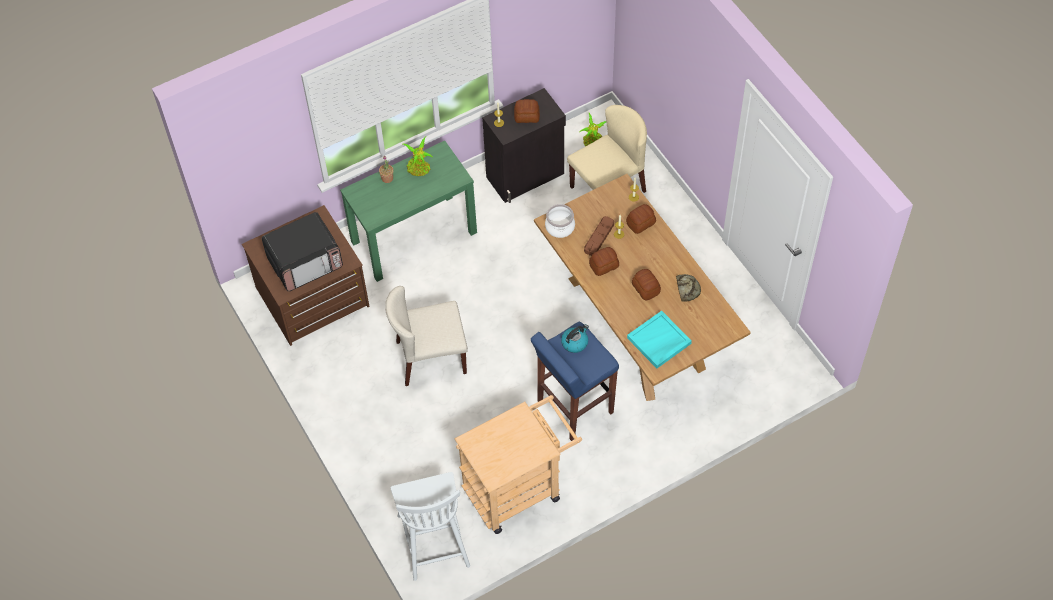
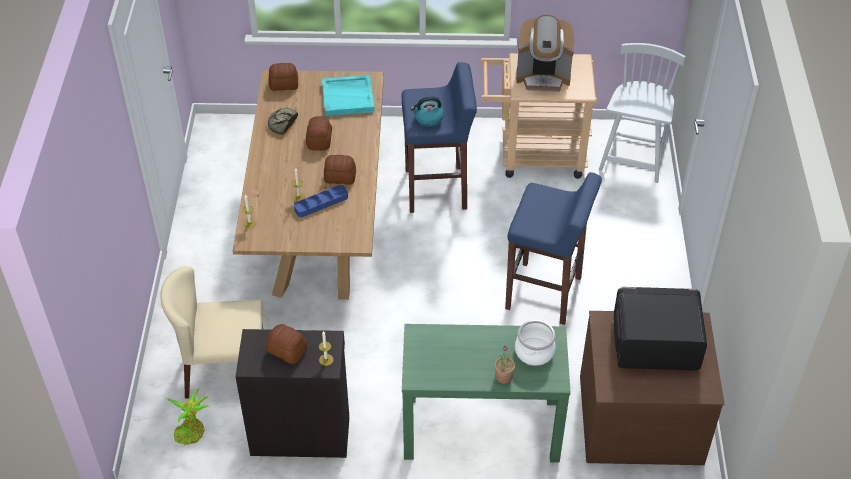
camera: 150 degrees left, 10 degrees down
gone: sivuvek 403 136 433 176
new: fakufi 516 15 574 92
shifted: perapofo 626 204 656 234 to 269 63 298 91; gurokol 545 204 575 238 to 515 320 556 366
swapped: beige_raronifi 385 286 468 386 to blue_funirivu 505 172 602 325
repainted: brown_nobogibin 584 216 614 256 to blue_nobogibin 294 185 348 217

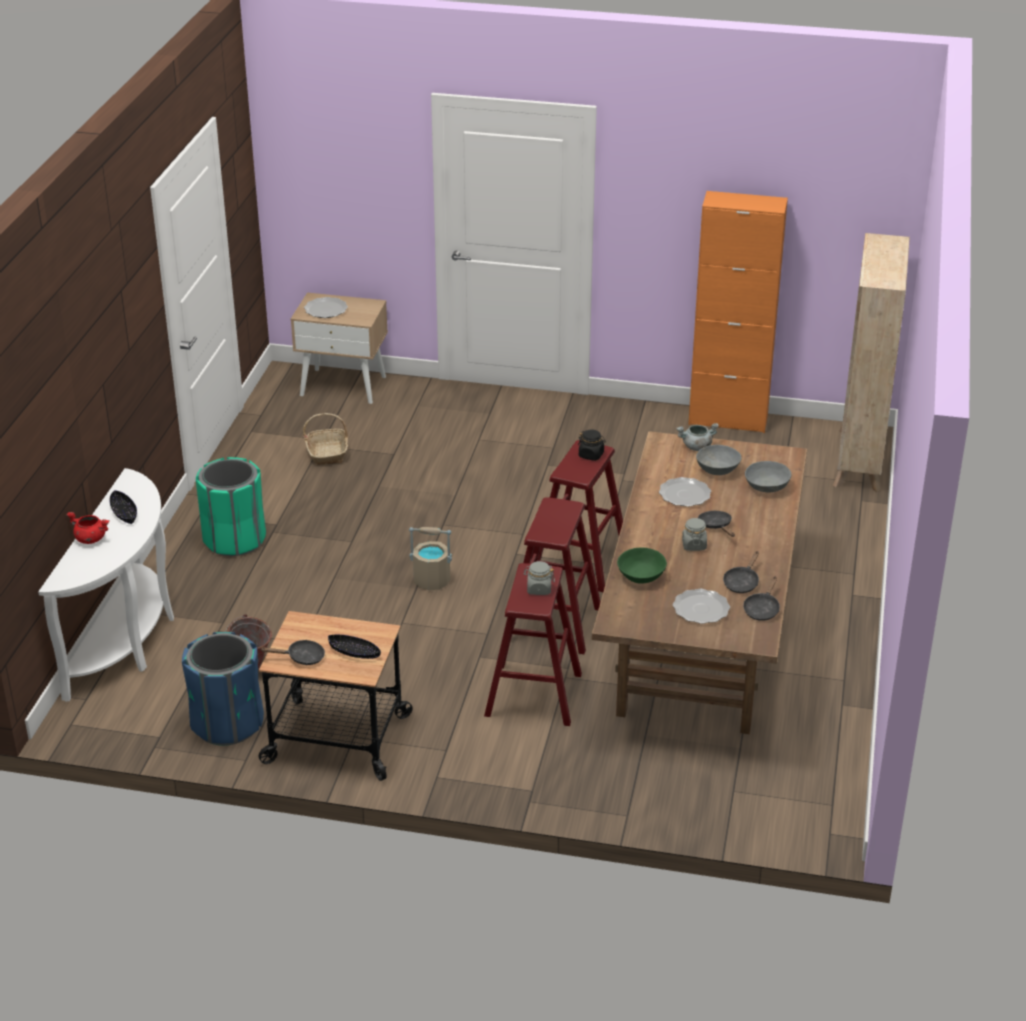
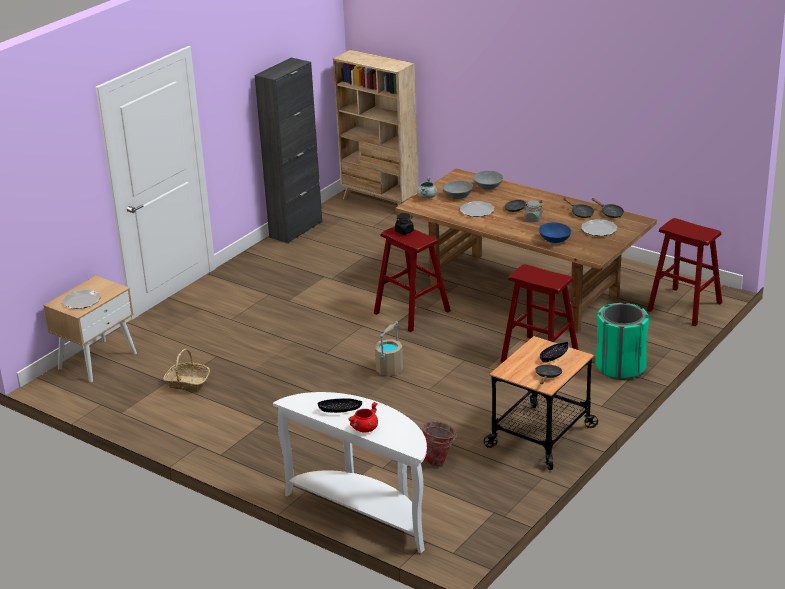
camera: 65 degrees left, 5 degrees down
gone: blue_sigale 182 632 264 746; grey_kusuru 524 561 555 595
shifted: green_sigale 196 457 266 556 to 595 303 649 380; red_funirivu 511 497 601 654 to 647 218 722 326
repainted: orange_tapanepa 688 191 788 433 to black_tapanepa 255 58 322 243; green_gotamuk 617 548 667 584 to blue_gotamuk 539 222 571 243

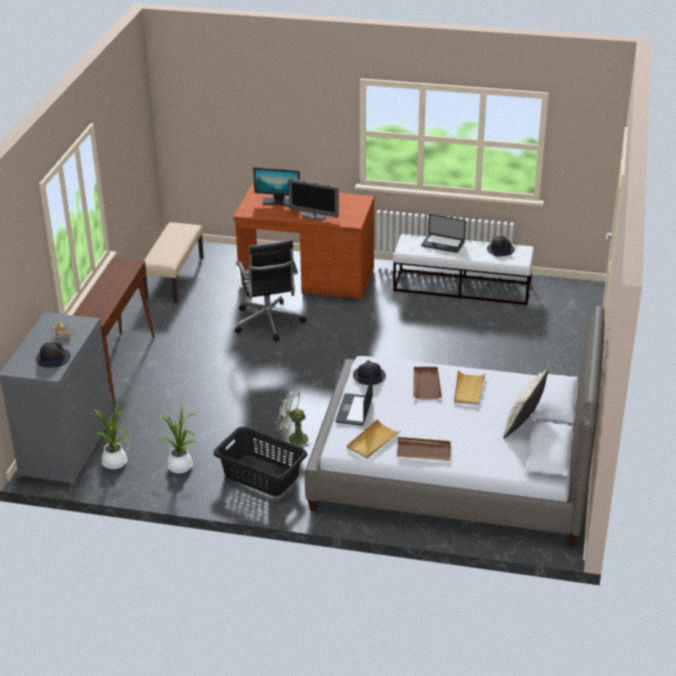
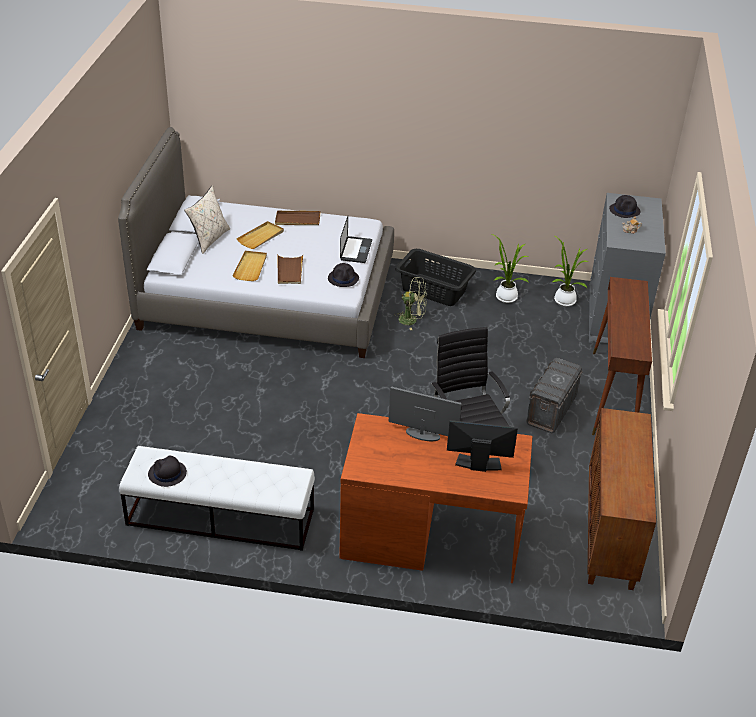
camera: 175 degrees right, 5 degrees up
gone: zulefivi 421 214 466 253
new: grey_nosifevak 526 358 583 433
shifted: beige_nobogibin 347 419 400 459 to 236 221 284 249
swapped: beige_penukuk 143 222 204 303 to brown_tapanepa 588 408 656 590

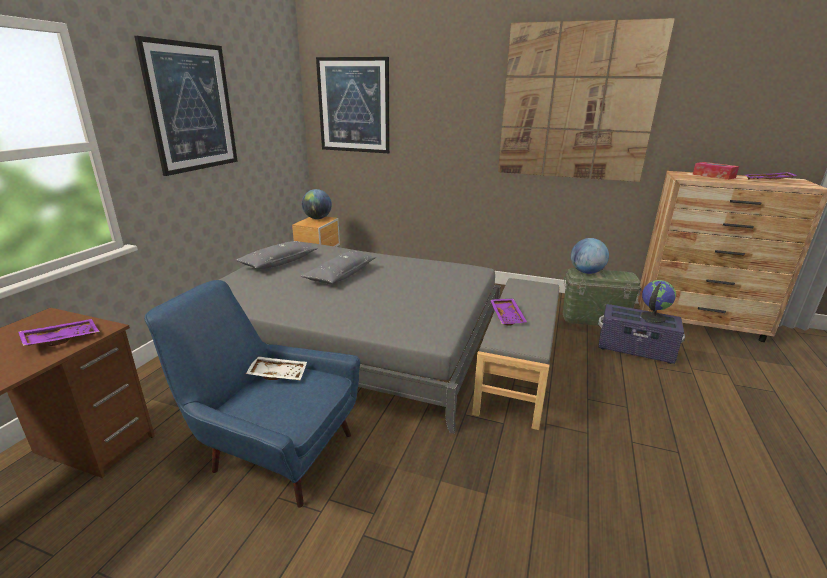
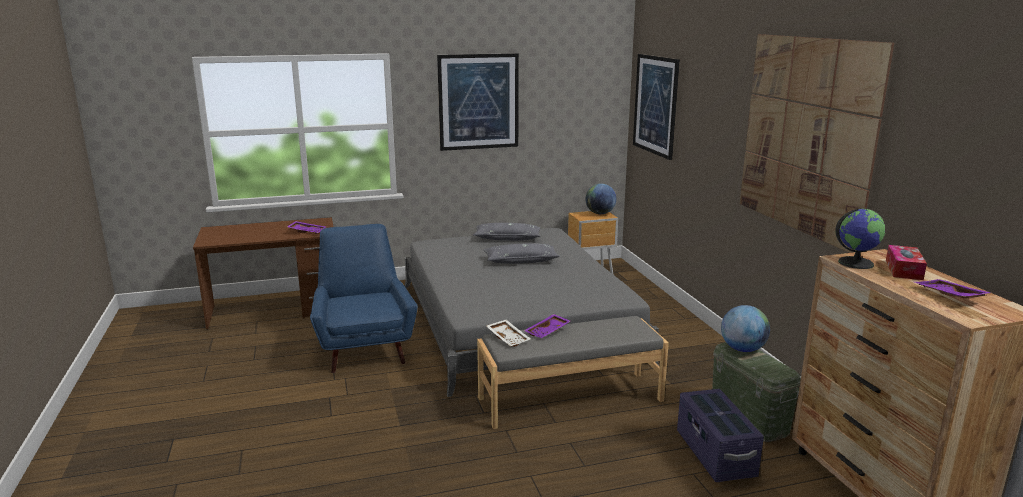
camera: 55 degrees right, 5 degrees down
shifted: white_nobogibin 246 357 307 380 to 487 319 530 347; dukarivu 640 280 676 323 to 835 209 886 269

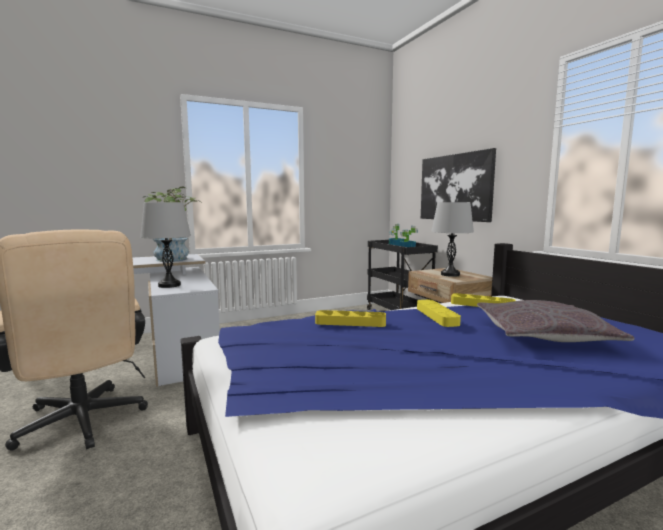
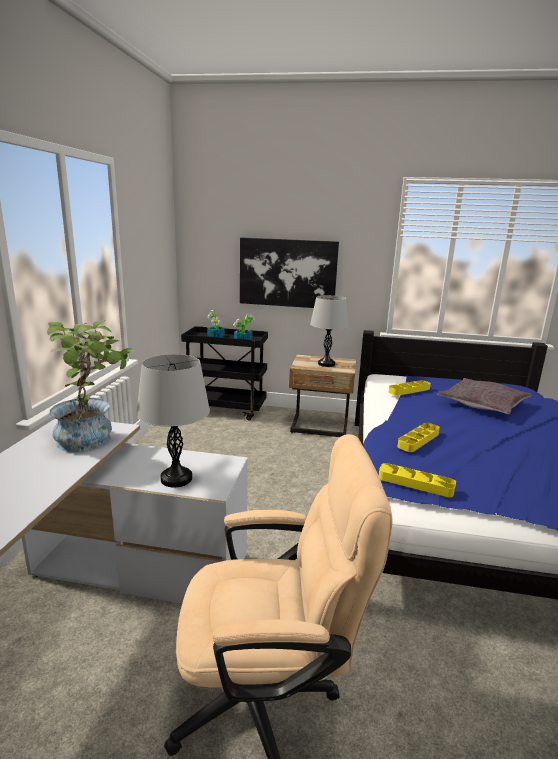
camera: 55 degrees left, 10 degrees up
shifted: yellow_nobogibin 417 300 461 327 to 379 463 456 497

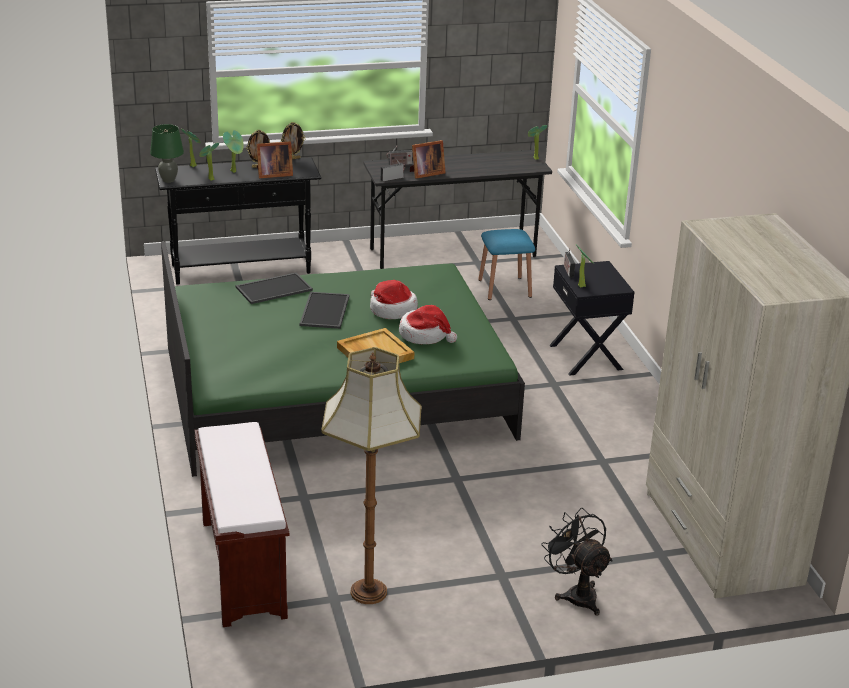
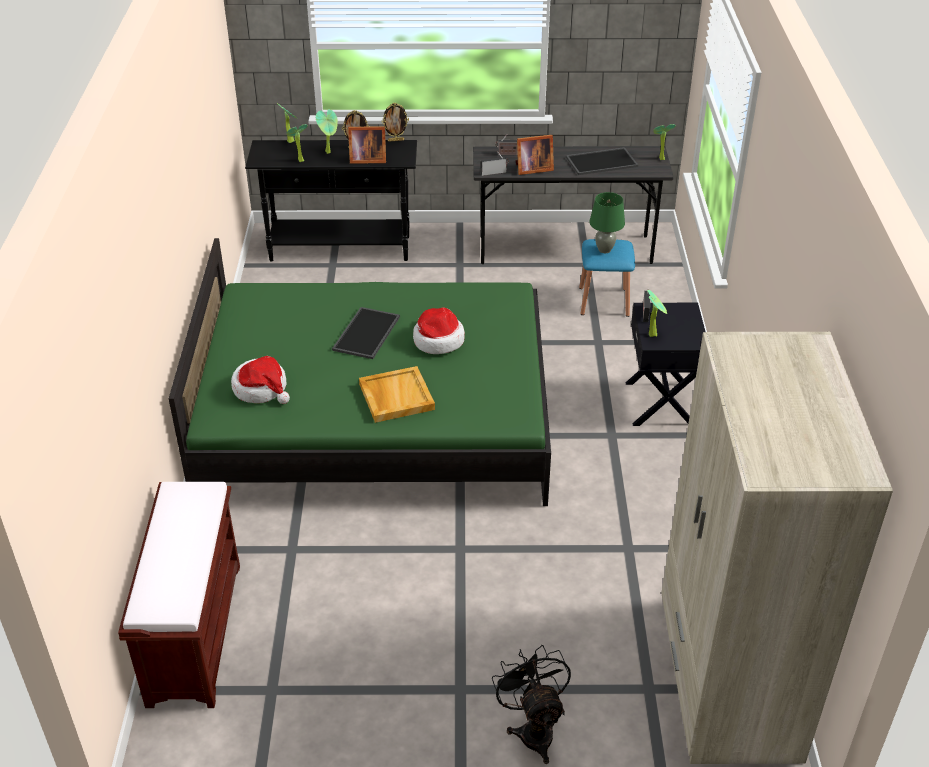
camera: 15 degrees right, 10 degrees up
gone: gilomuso 321 347 422 604
shifted: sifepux 399 305 457 344 to 231 356 290 404; nobogibin 235 273 313 304 to 566 147 638 175; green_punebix 150 124 184 183 to 589 192 625 253

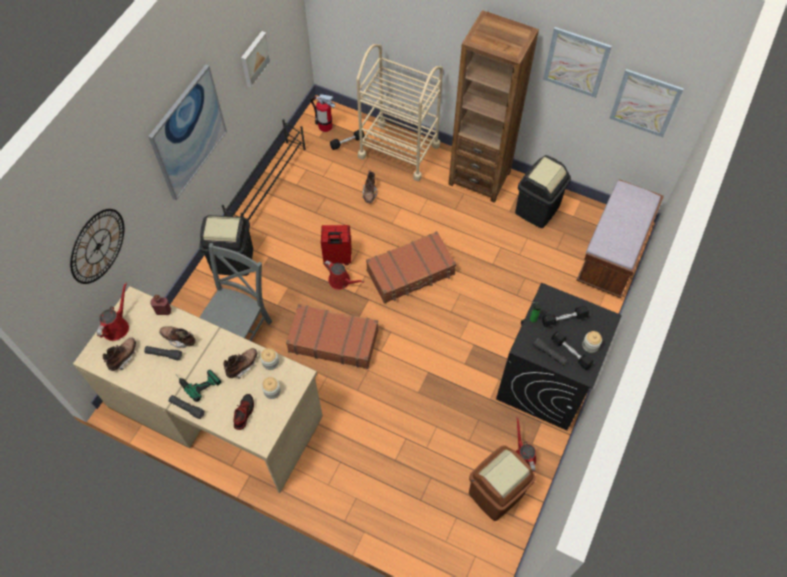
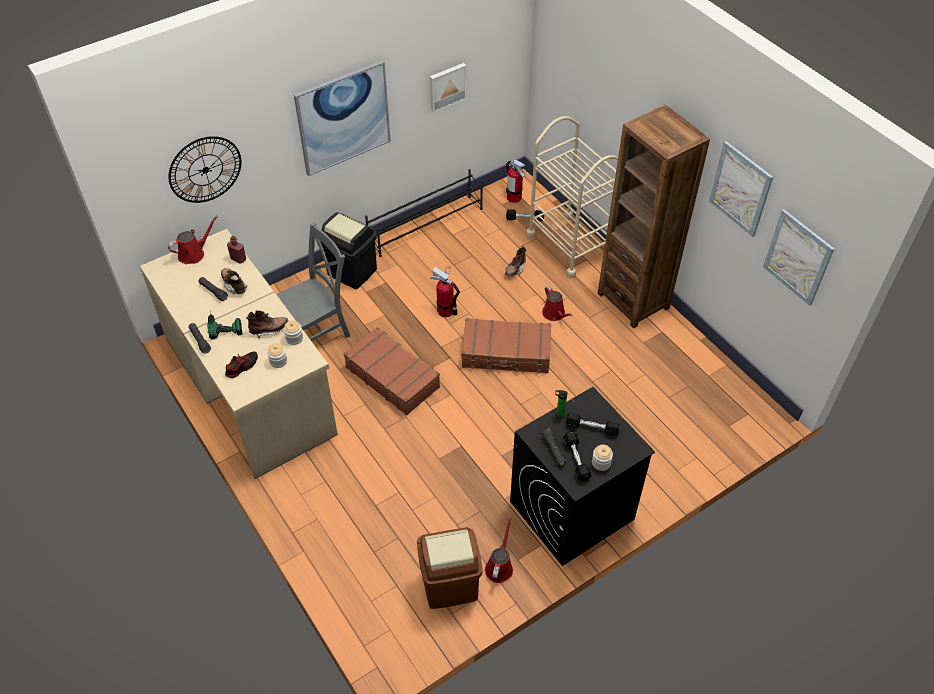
camera: 30 degrees right, 10 degrees down
gone: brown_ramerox 103 338 136 371; black_sigale 515 155 571 228; brown_penukuk 577 179 664 298
shifted: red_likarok 324 261 364 290 to 542 286 572 321
swapped: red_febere 321 225 352 265 to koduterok 431 266 460 317

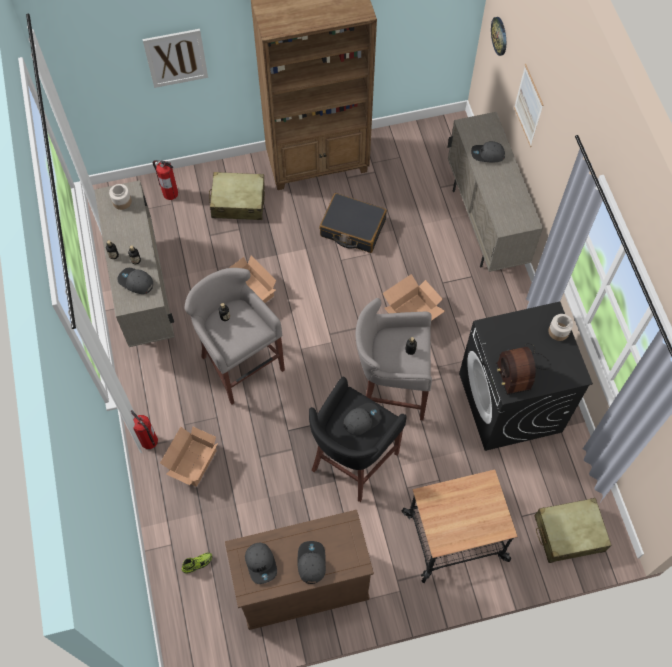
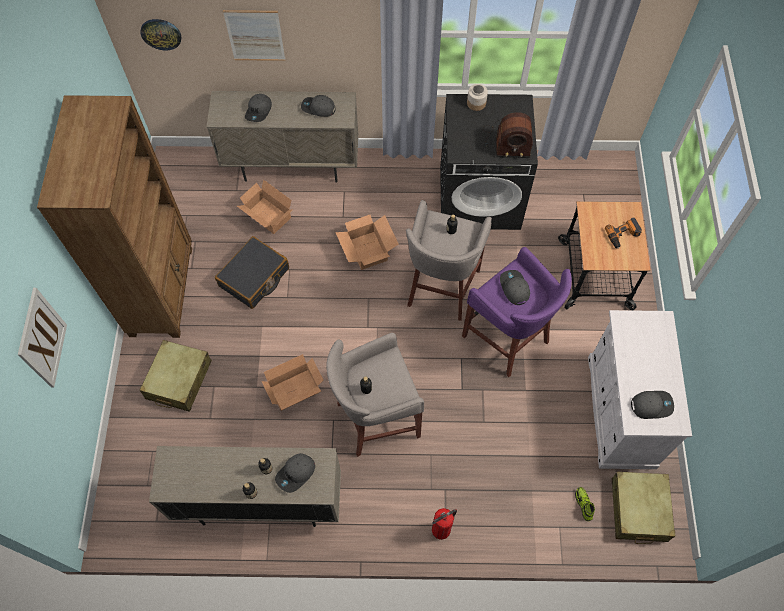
camera: 75 degrees left, 0 degrees up
gone: kusuru 109 184 132 210; koduterok 153 160 178 200
new: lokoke 605 218 642 249
shifted: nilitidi 160 427 218 487 to 237 180 293 234; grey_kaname 298 541 326 584 to 301 95 335 117; beige_febere 534 498 611 563 to 612 472 675 544
repainted: black_funirivu 309 377 407 502 to purple_funirivu 462 247 572 377; brown_tapanepa 225 510 374 630 to white_tapanepa 588 310 692 469

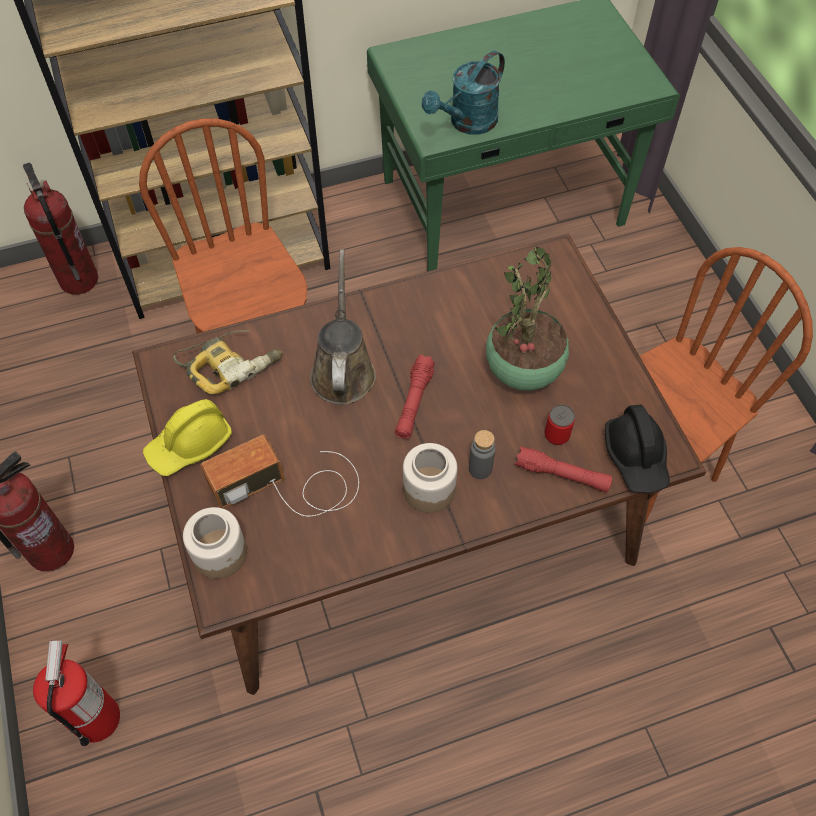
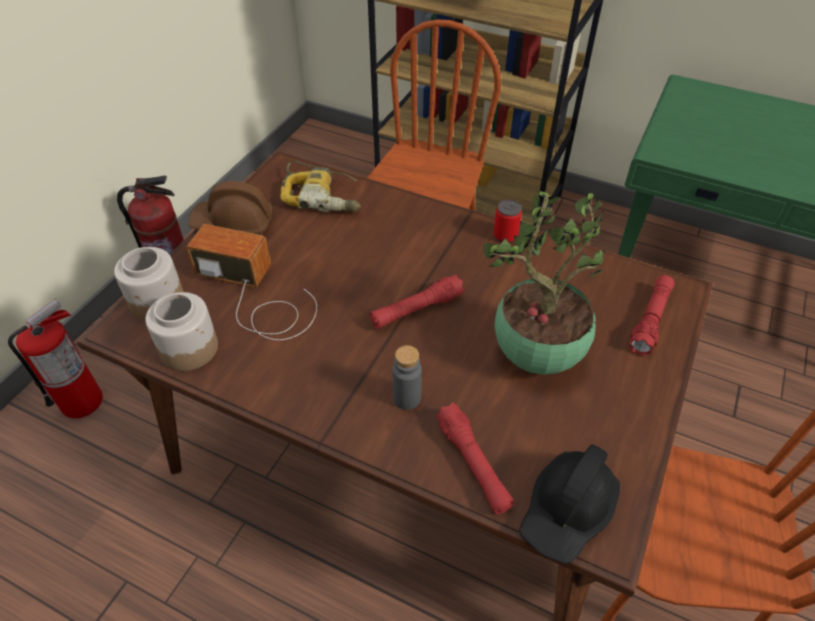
camera: 45 degrees right, 10 degrees down
gone: koduterok 23 162 98 295; brown_likarok 310 249 376 405; turquoise_likarok 422 50 505 135
new: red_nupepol 629 275 674 357
shifted: kusuru 403 443 457 513 to 145 292 218 371; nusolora 545 404 575 445 to 493 199 522 243
repainted: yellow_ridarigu 143 399 232 476 to brown_ridarigu 188 181 273 235

